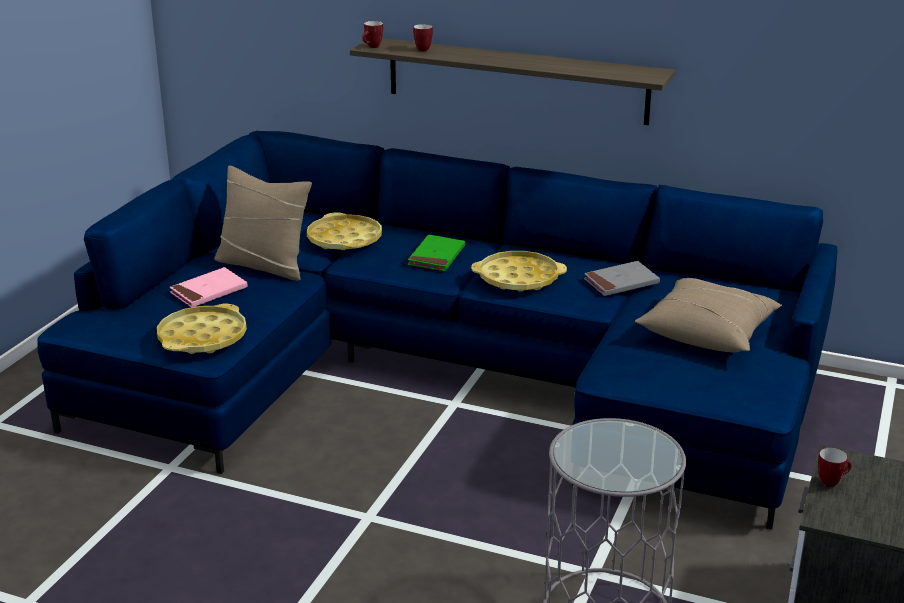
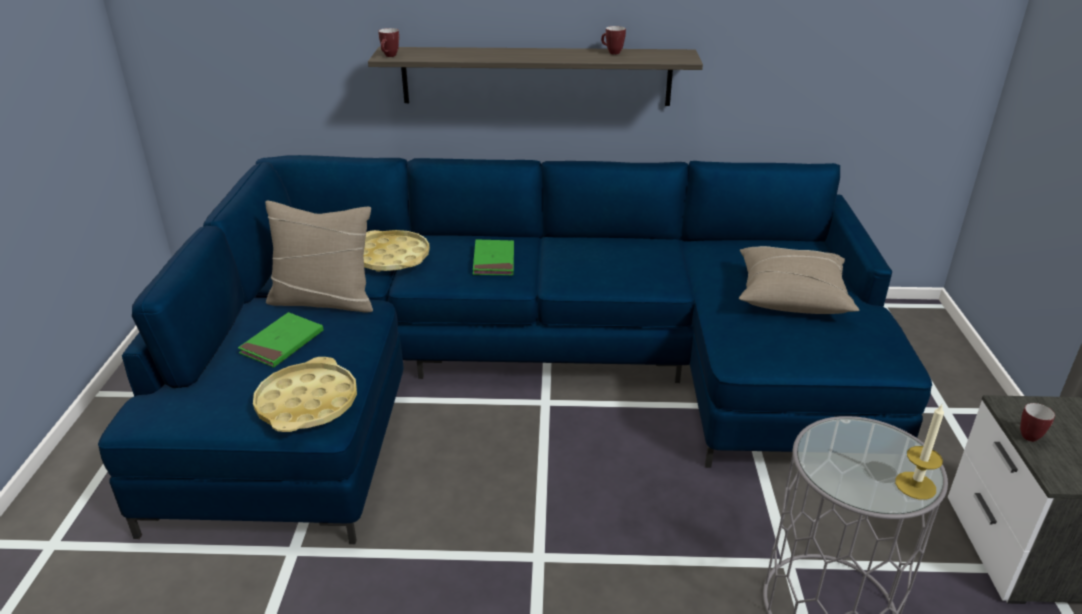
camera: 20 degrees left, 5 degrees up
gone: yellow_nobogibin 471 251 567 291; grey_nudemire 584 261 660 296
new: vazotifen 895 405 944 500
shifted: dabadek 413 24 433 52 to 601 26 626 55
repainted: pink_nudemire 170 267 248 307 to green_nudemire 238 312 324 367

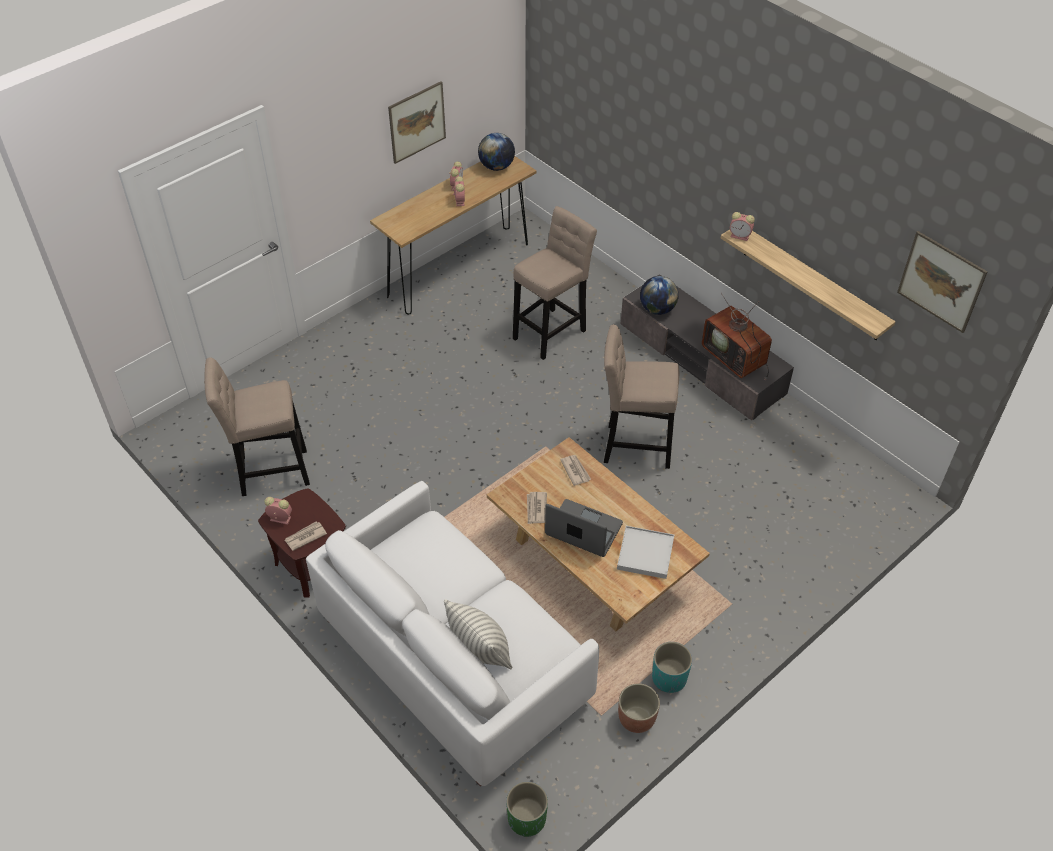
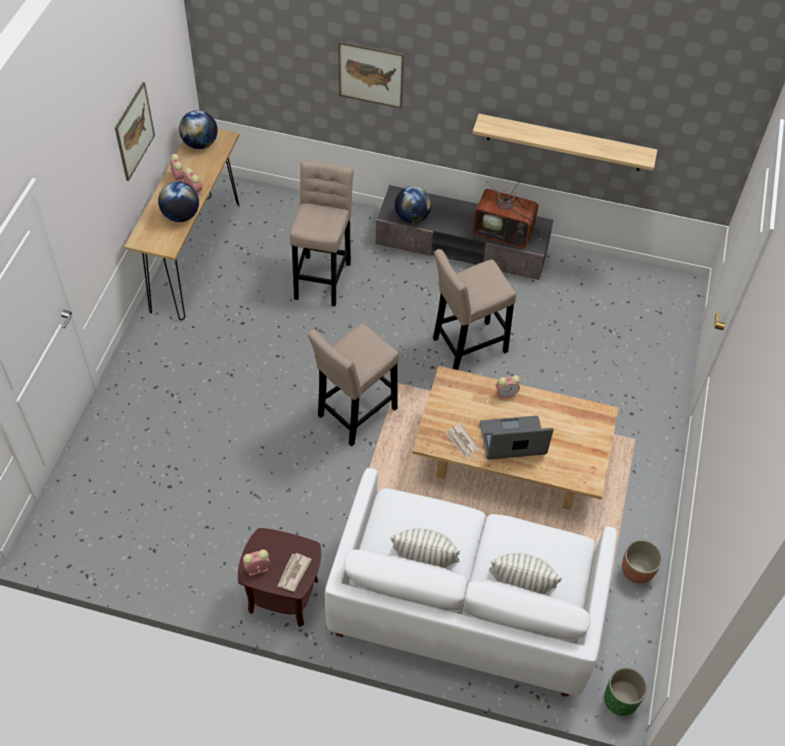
camera: 35 degrees left, 5 degrees up
gone: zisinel 560 455 591 486; white_nobogibin 617 526 674 579; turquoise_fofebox 652 642 692 693
new: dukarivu 158 181 199 222; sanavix 390 528 460 568
shifted: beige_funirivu 204 357 310 496 to 308 323 399 447; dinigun 897 231 988 333 to 338 41 404 108; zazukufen 730 212 755 241 to 496 375 520 399

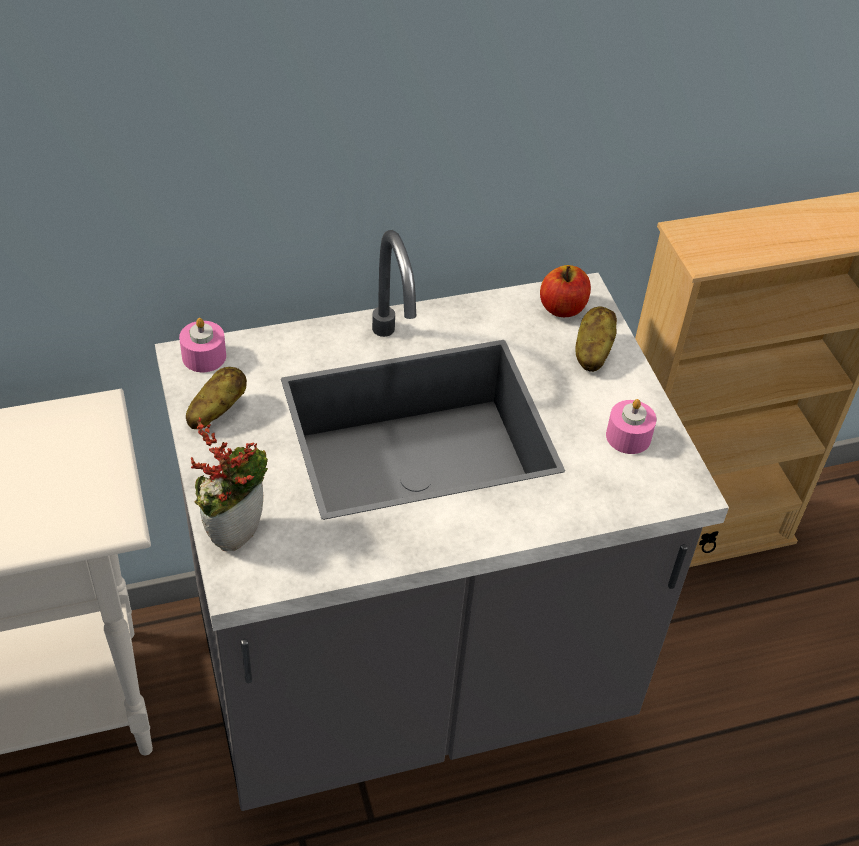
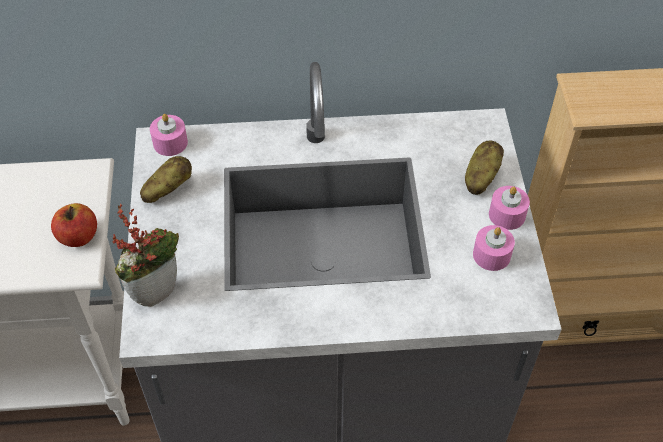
camera: 15 degrees right, 5 degrees up
new: pink_vazotifen 489 186 530 230
shifted: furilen 540 265 591 317 to 51 203 97 247

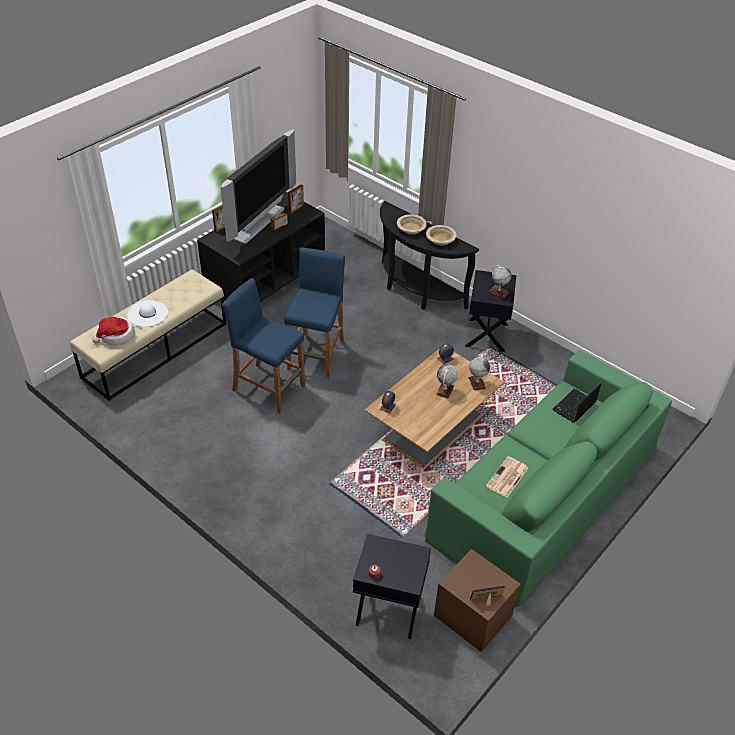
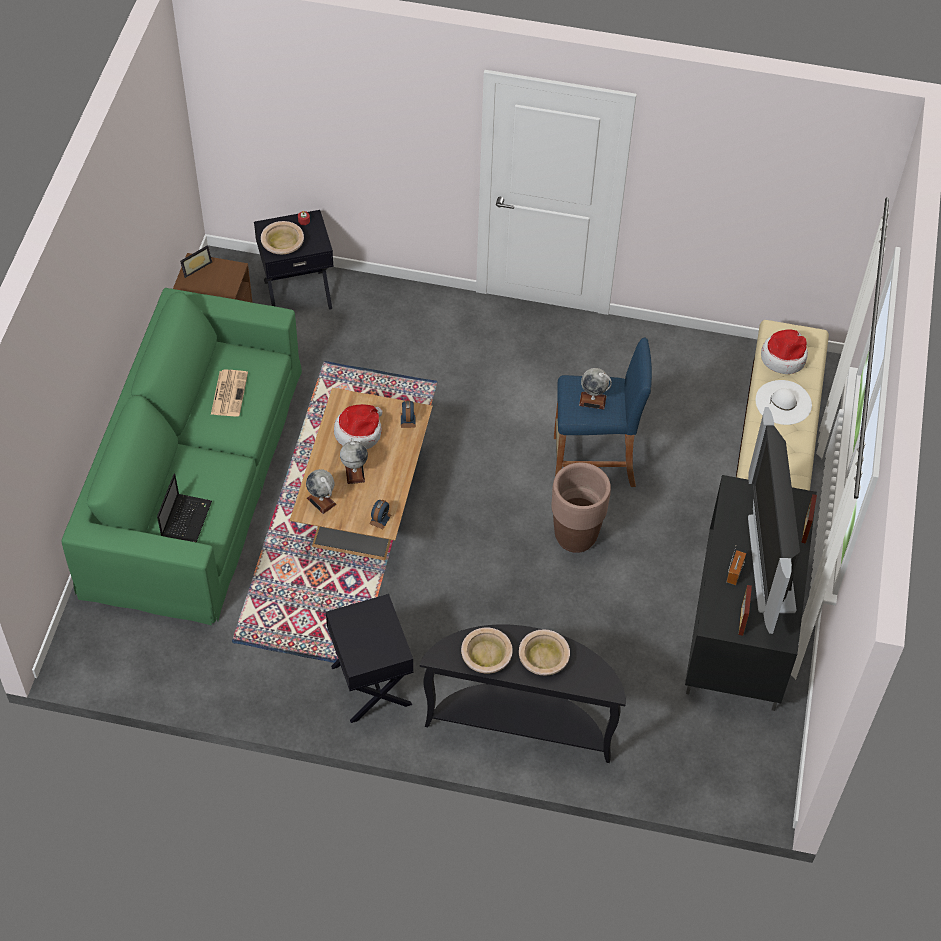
camera: 150 degrees right, 10 degrees up
new: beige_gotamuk 261 221 304 254; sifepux 334 404 382 449
shifted: dukarivu 489 265 511 298 to 579 368 612 409
swapped: blue_funirivu 284 247 345 378 to brown_fofebox 551 463 611 553

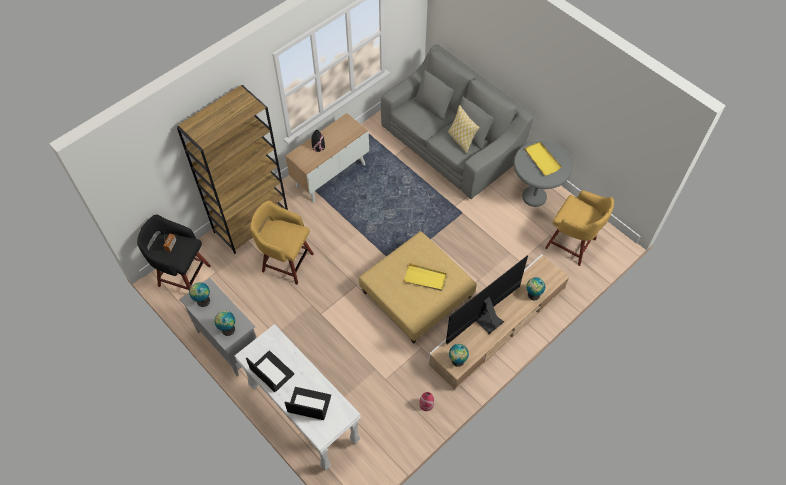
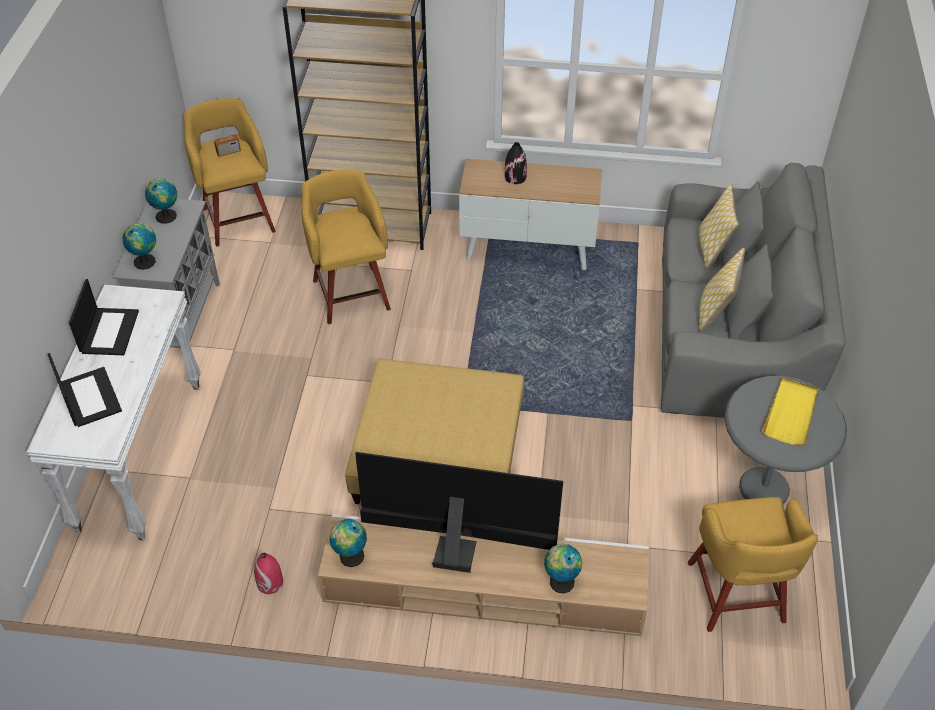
camera: 50 degrees right, 10 degrees down
gone: yellow_nobogibin 403 263 447 291
new: sanavix 699 184 739 269
repainted: black_funirivu 137 214 211 290 to yellow_funirivu 184 98 276 247

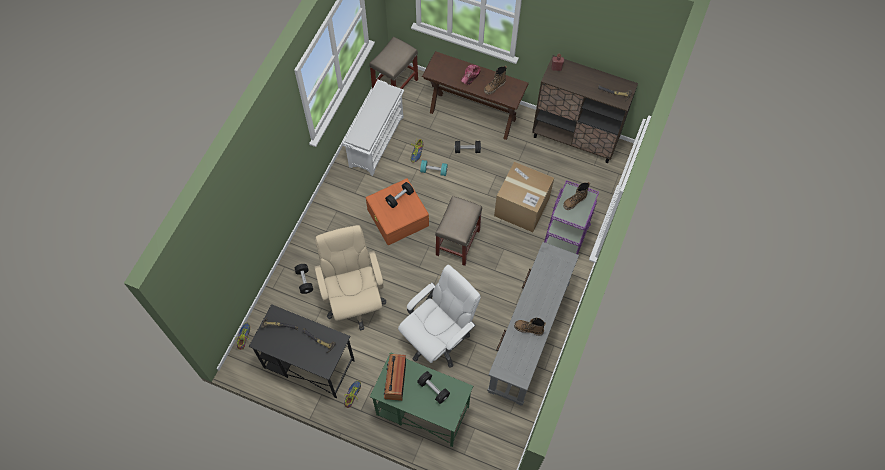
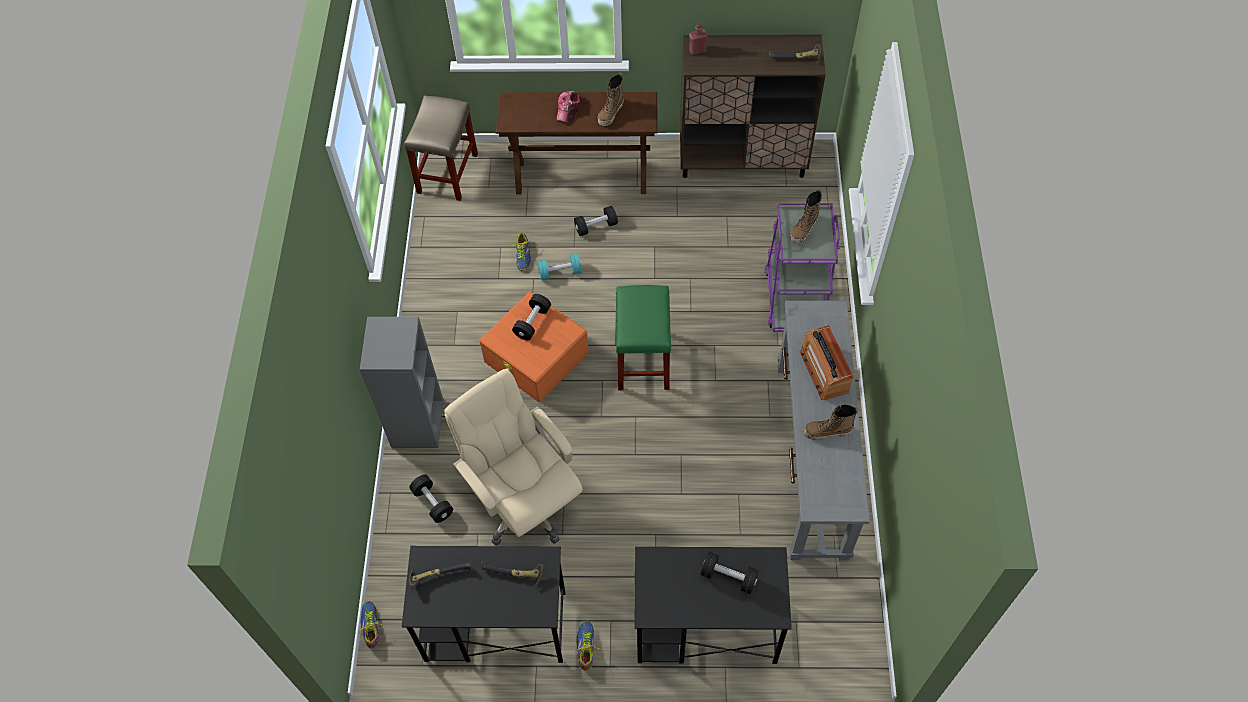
camera: 20 degrees left, 5 degrees down
gone: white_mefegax 343 80 404 176; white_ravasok 398 265 481 368; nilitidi 494 162 554 232
new: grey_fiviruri 360 317 443 448
shifted: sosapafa 384 354 406 401 to 799 325 854 400
repainted: beige_funirivu 435 196 482 266 to green_funirivu 616 285 671 390; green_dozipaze 370 352 473 447 to black_dozipaze 635 547 792 664

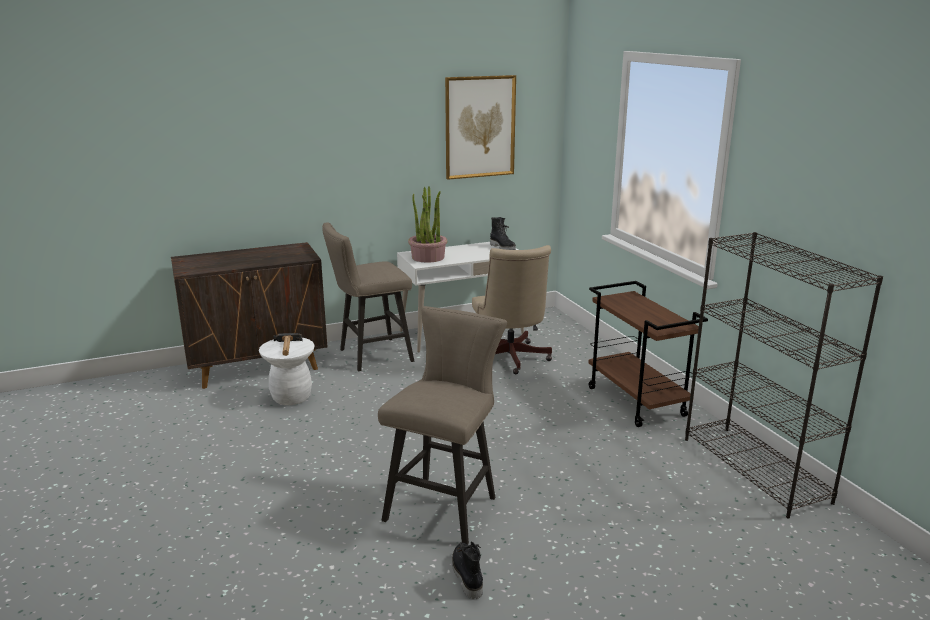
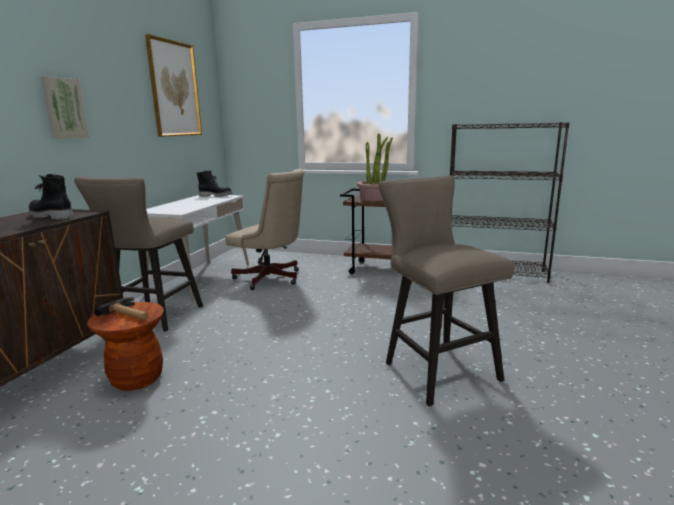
camera: 50 degrees left, 5 degrees down
new: dinigun 41 76 89 139
shifted: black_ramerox 452 541 483 599 to 28 174 73 220; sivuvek 408 186 447 263 to 357 133 393 201
repainted: white_funirivu 259 338 315 405 to brown_funirivu 87 302 164 391

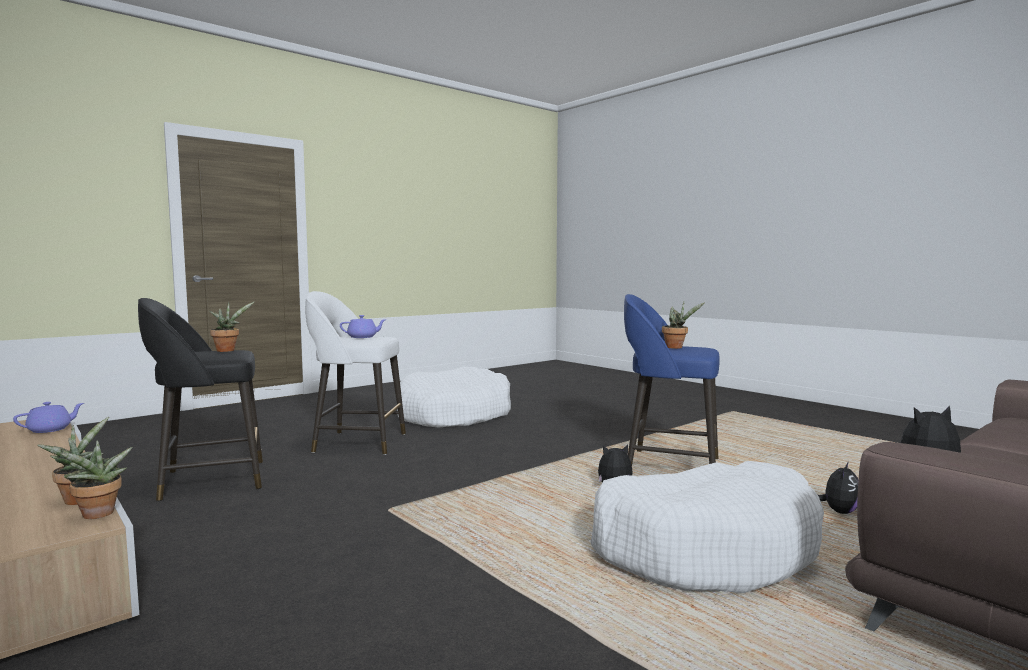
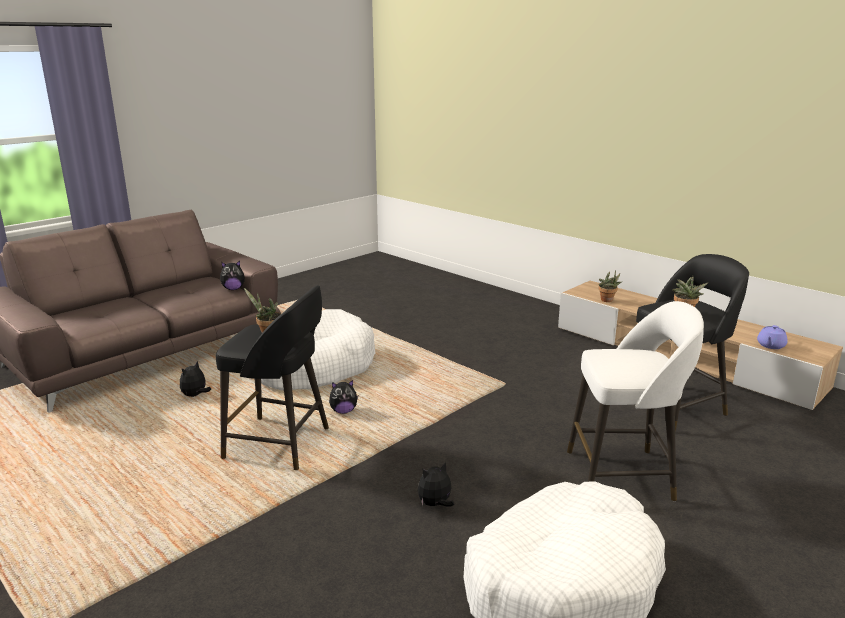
camera: 175 degrees right, 15 degrees up
gone: sivuvek 60 440 132 519; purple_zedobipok 340 315 387 338
new: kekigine 418 462 454 507
repainted: blue_funirivu 624 294 720 464 to black_funirivu 216 285 329 470

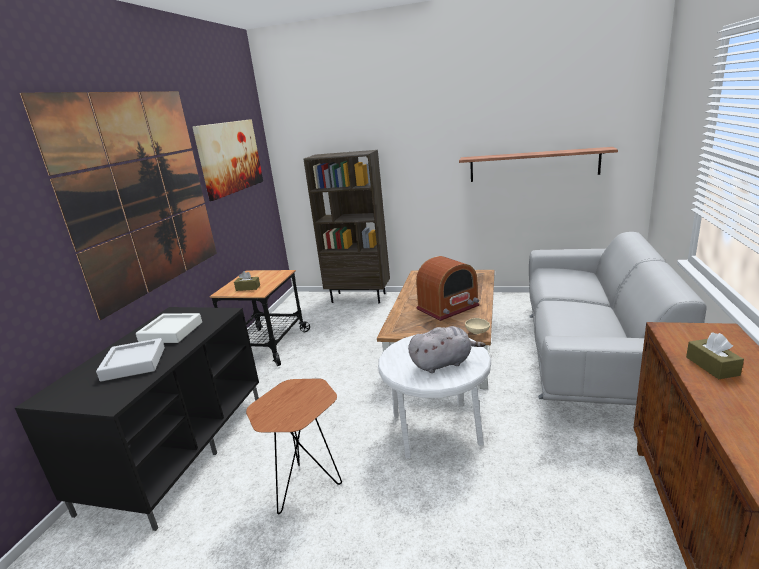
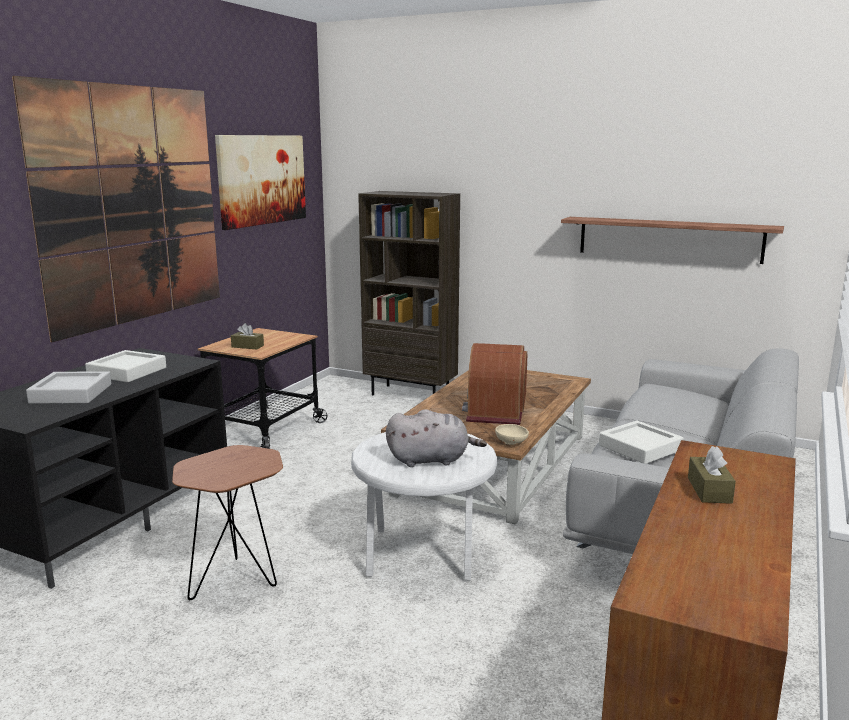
camera: 10 degrees right, 5 degrees down
new: white_nobogibin 599 421 683 464
rotated: sosapafa 416 256 480 321 = 462 343 527 425 120 degrees clockwise

